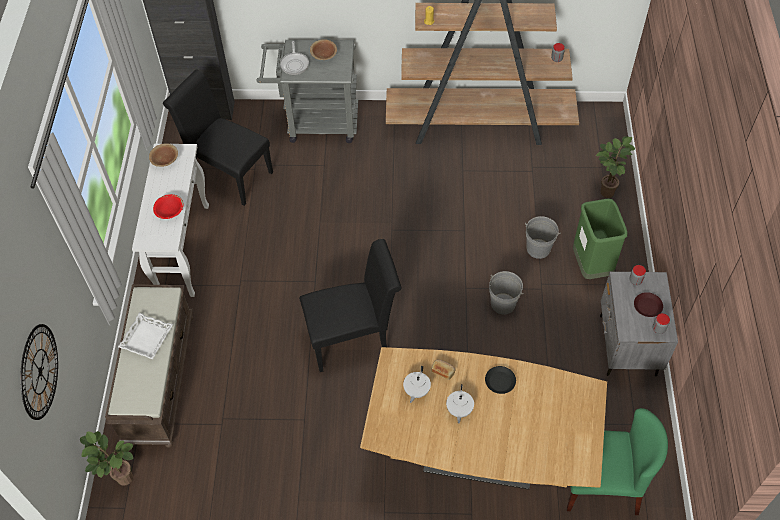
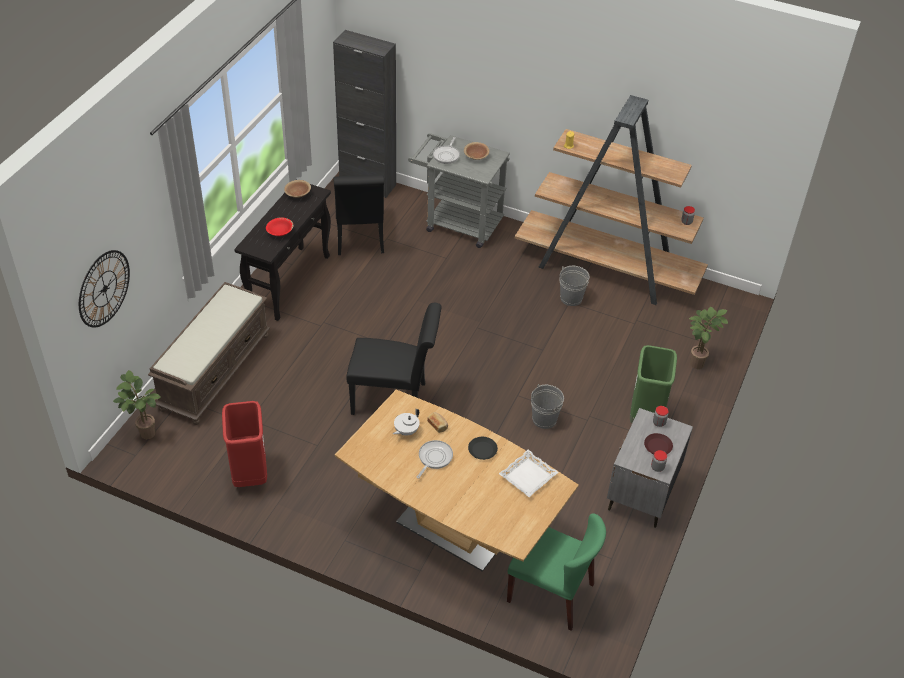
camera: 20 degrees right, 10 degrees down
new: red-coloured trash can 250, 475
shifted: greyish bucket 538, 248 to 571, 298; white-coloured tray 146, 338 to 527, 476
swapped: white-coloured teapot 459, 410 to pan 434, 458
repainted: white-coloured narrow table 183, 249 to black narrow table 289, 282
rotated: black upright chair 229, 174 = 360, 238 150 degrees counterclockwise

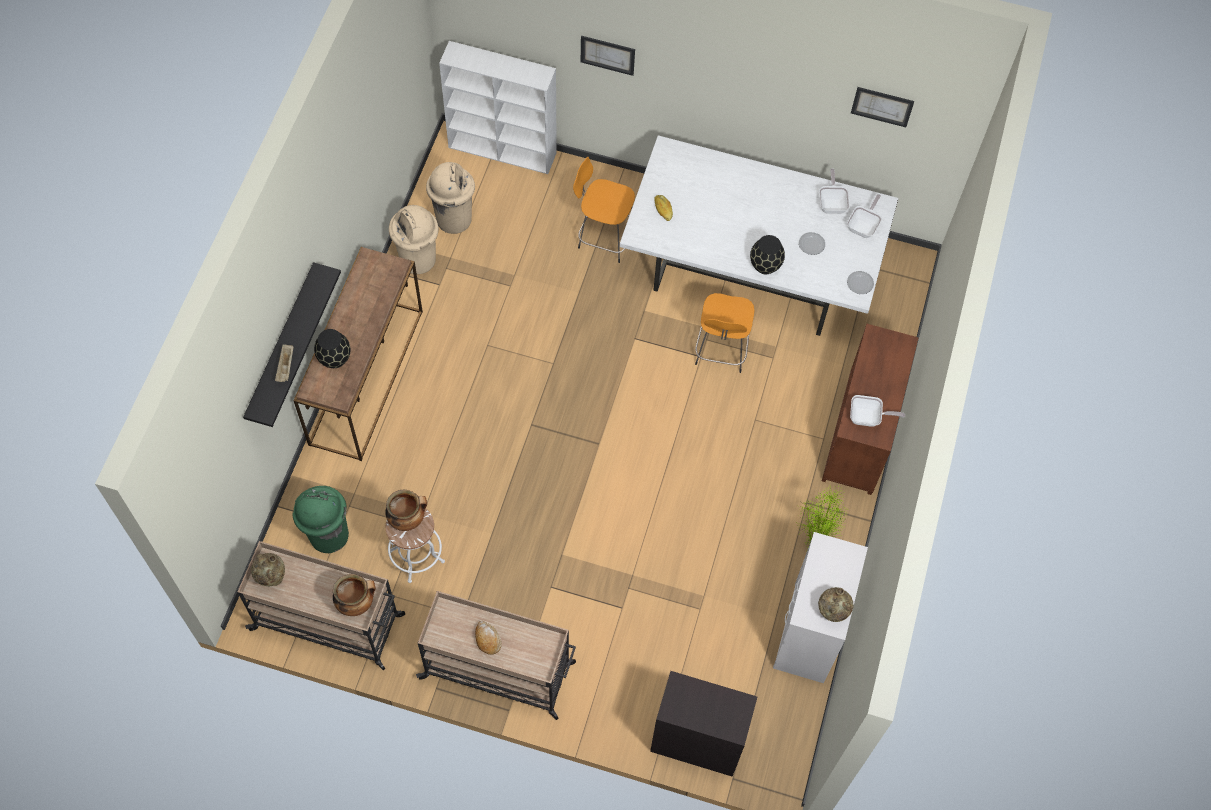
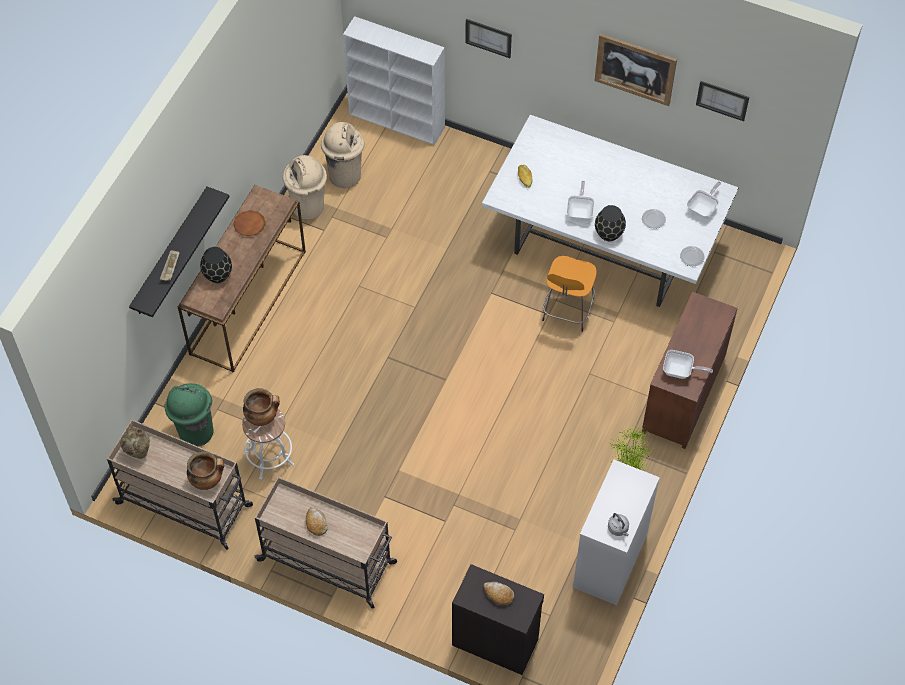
camera: 10 degrees right, 5 degrees down
gone: orangey stool 604, 237
new: wall picture 635, 69; brown-coloured plate 249, 225; bakery bread 498, 594
shifted: pan 832, 203 to 580, 211
swapped: beige flower vase 831, 613 to greyish kettle 618, 529

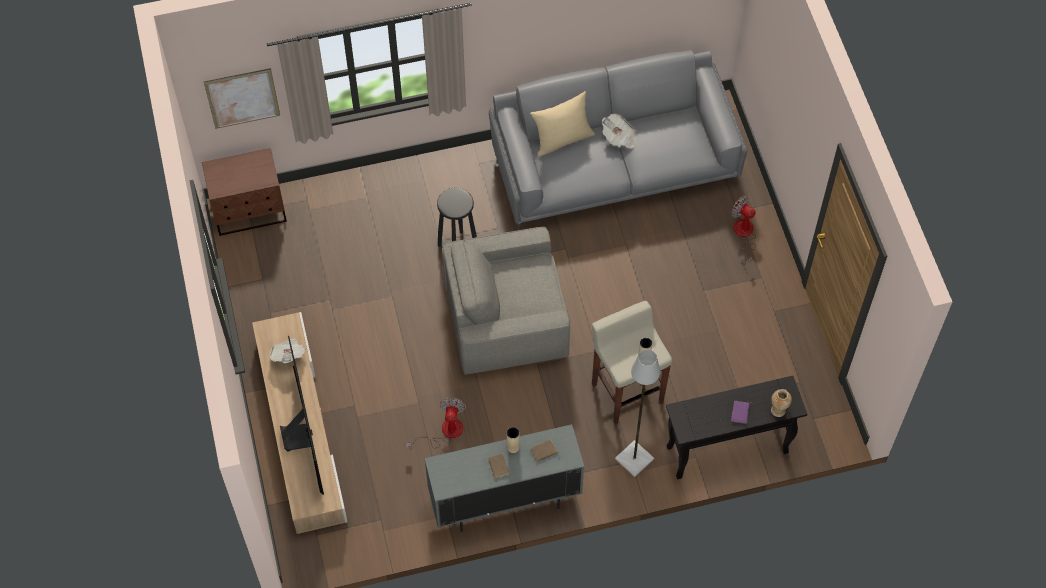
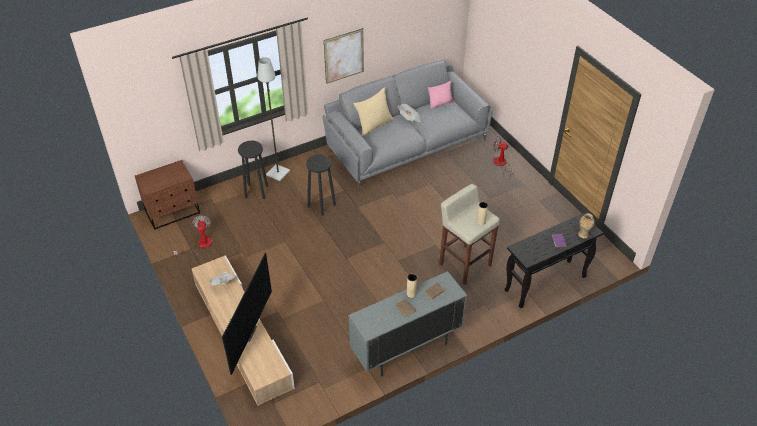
camera: 15 degrees left, 15 degrees down
gone: greyish armchair 506, 319
new: pinkish cushion 440, 103; black stool 256, 191
shifted: wall picture 242, 98 to 344, 56; greyish standard lamp 634, 458 to 278, 173; fan 445, 432 to 200, 245
rotated: television 302, 436 = 247, 332 45 degrees clockwise

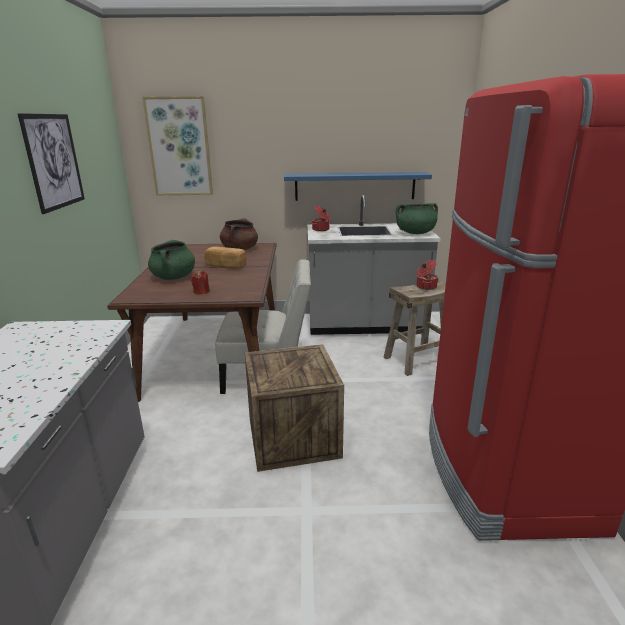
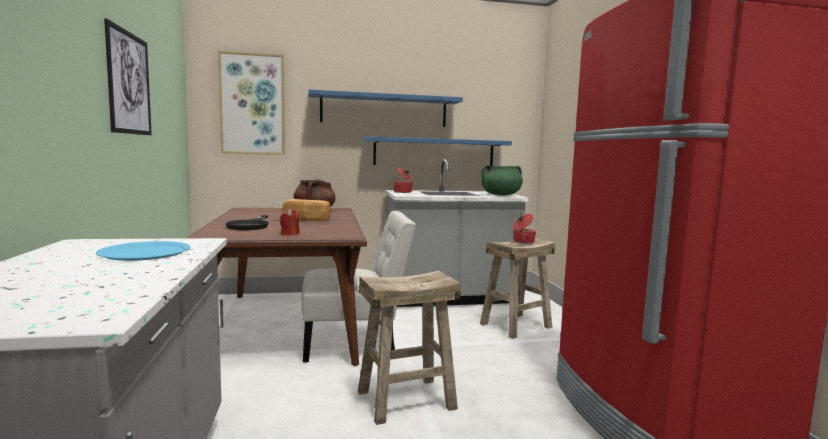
camera: 10 degrees left, 15 degrees down
new: blue shelf 384, 110; blue plate 145, 252
swapped: green-coloured stockpot 174, 277 to black pan 250, 225; packing crate 293, 437 to beige stool 406, 399

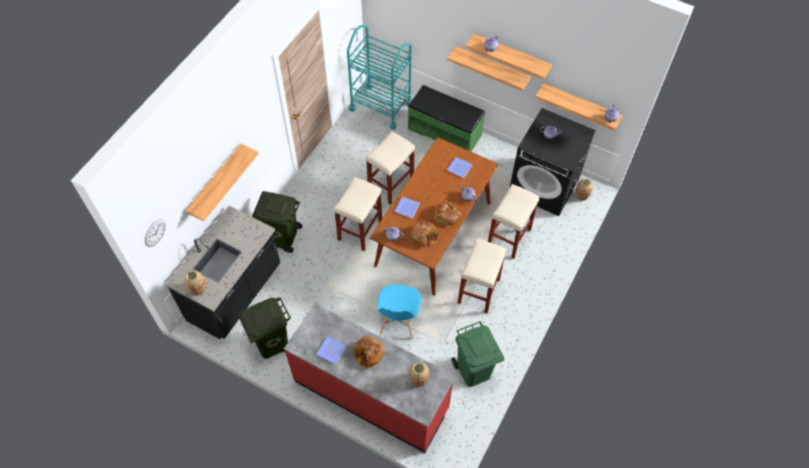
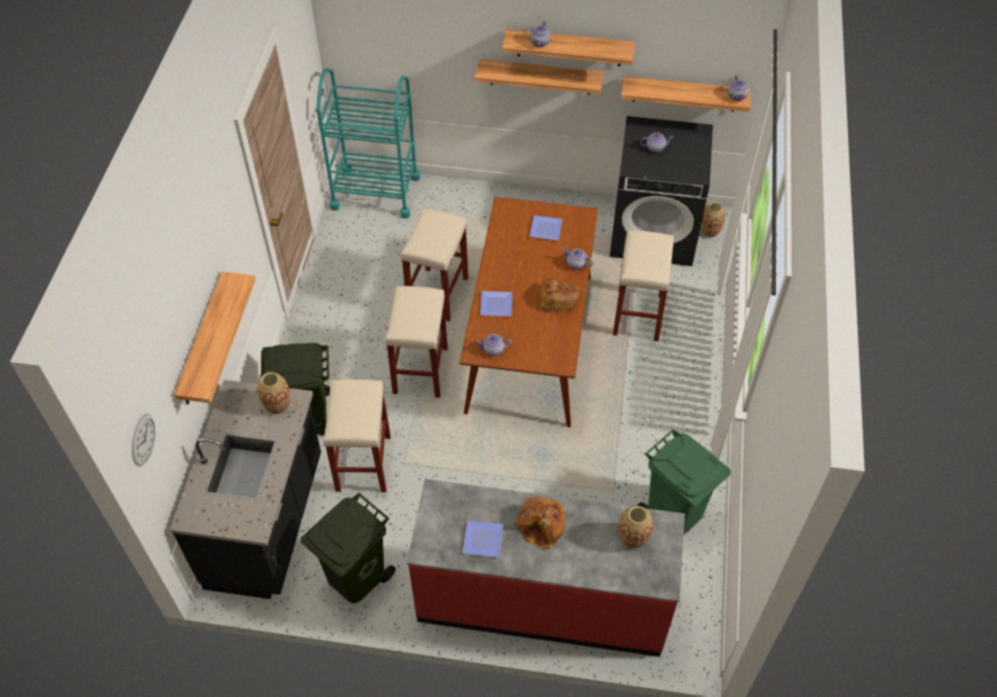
camera: 20 degrees left, 5 degrees down
gone: green-coloured long seat 445, 131; bakery bread 424, 236; blue upright chair 398, 322
shifted: beige stool 478, 292 to 364, 464; flower vase 198, 289 to 277, 405

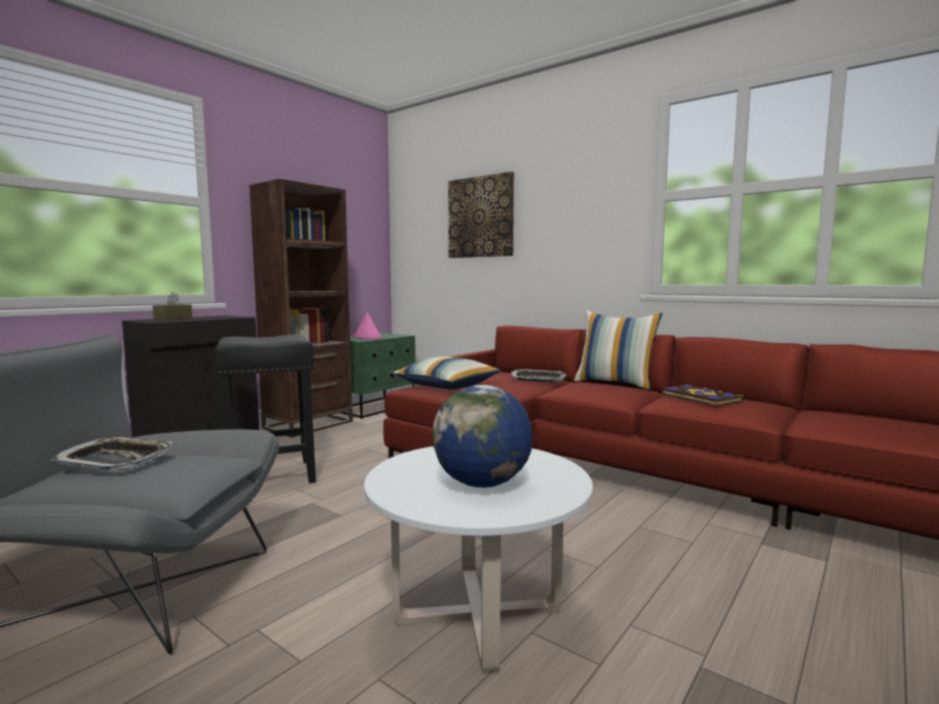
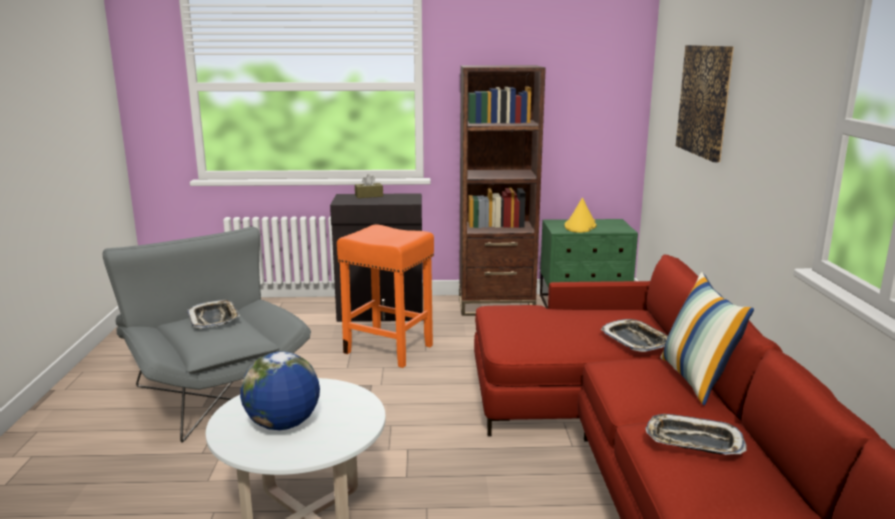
camera: 50 degrees right, 10 degrees up
gone: cushion 447, 386
swapped: book 699, 398 to tray 693, 442
repainted: pinkish hat 367, 337 to yellowish hat 580, 226; black stool 272, 476 to orangey stool 390, 349

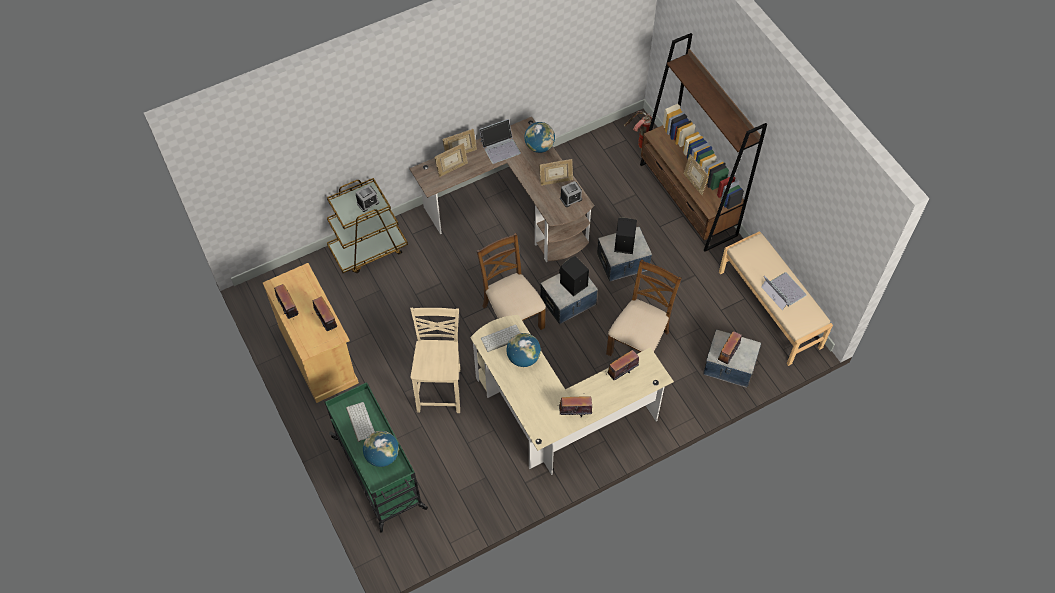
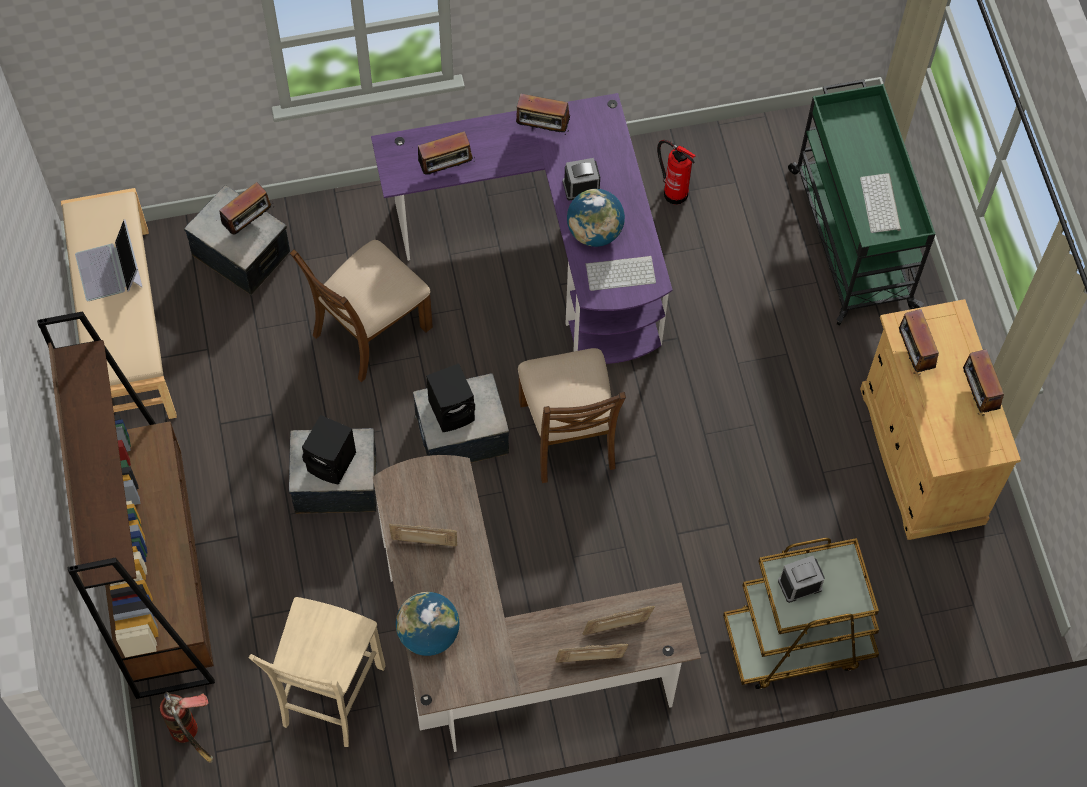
camera: 165 degrees left, 5 degrees up
gone: notebook computer 500, 147; picture frame 694, 183; desk globe 382, 456
new: extinguisher 674, 191
shifted: alarm clock 571, 199 to 581, 187; beige upright chair 441, 389 to 330, 697
repainted: beige desk 557, 416 to purple-coloured desk 548, 250

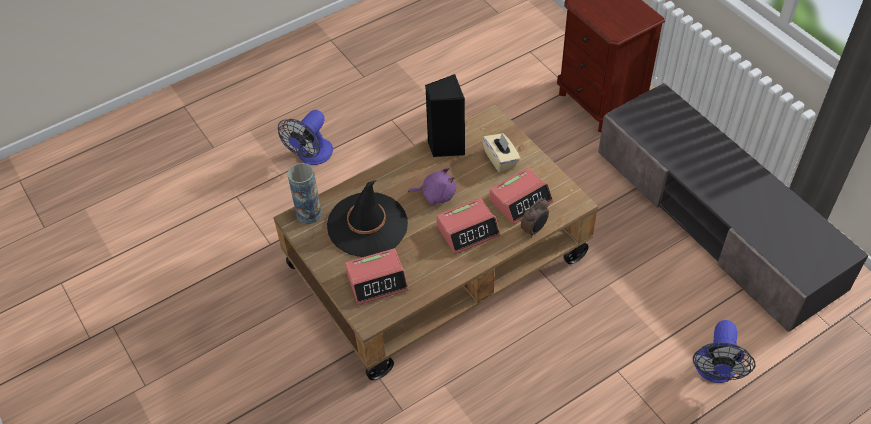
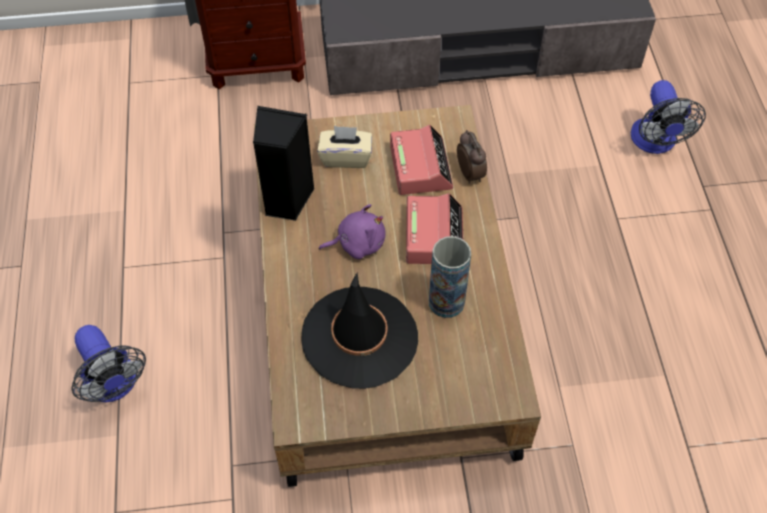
camera: 65 degrees left, 5 degrees up
gone: alarm clock 377, 281
shifted: flower vase 309, 214 to 446, 302
rotated: purple-coloured soft toy 436, 194 = 357, 243 45 degrees clockwise; fan 715, 371 = 655, 143 45 degrees clockwise

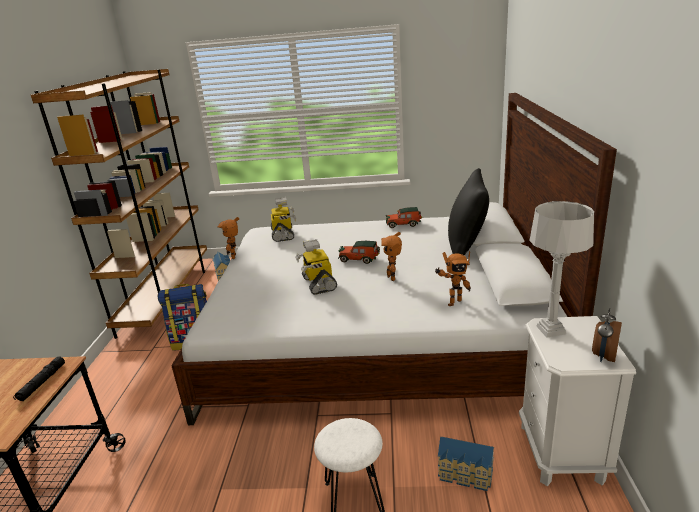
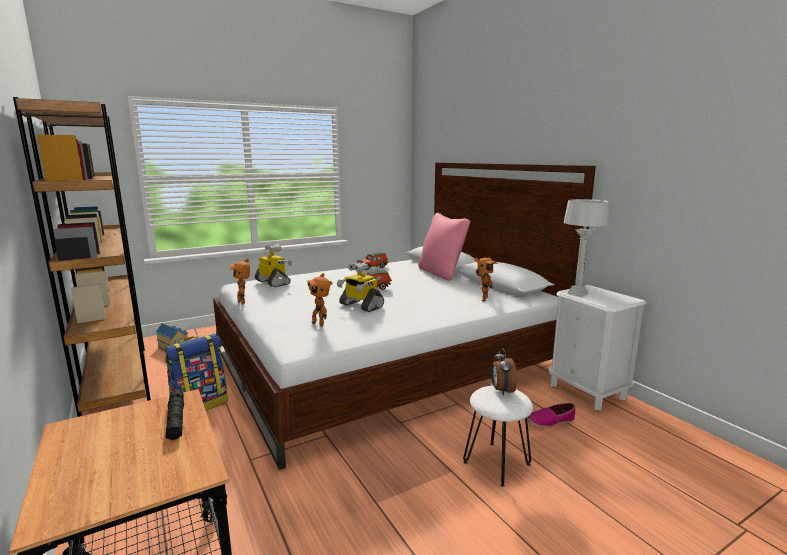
camera: 35 degrees left, 10 degrees down
shifted: toy robot 393, 277 to 319, 323; alarm clock 603, 356 to 501, 390
swapped: model house 465, 474 to item of footwear 550, 421
repainted: black cushion 466, 247 to pinkish cushion 441, 273

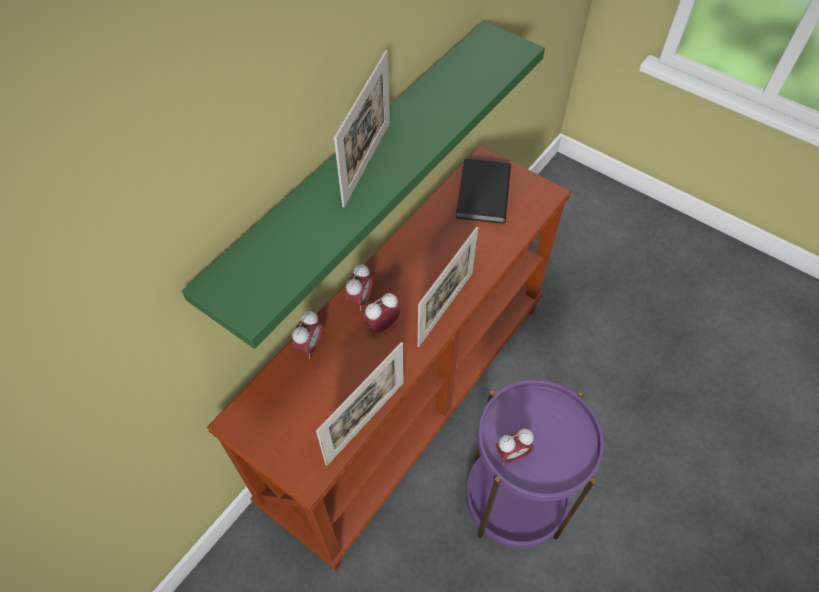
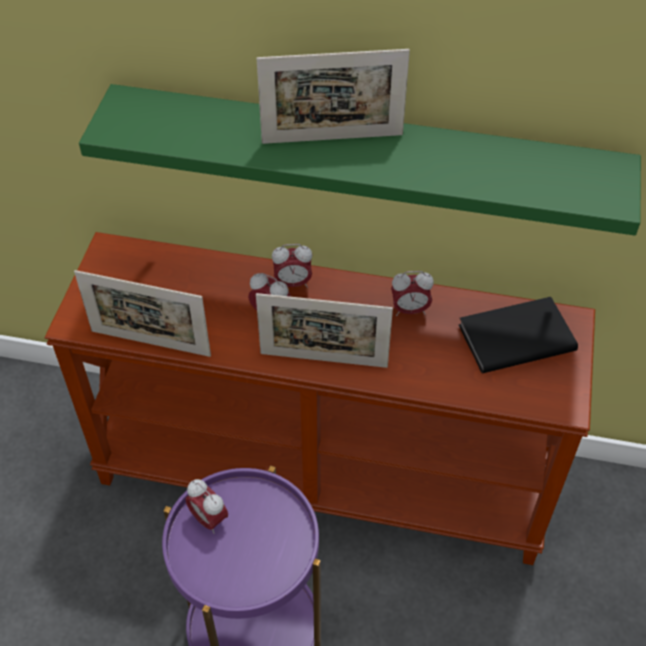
camera: 65 degrees right, 5 degrees down
shifted: alarm clock 310, 346 to 410, 310

